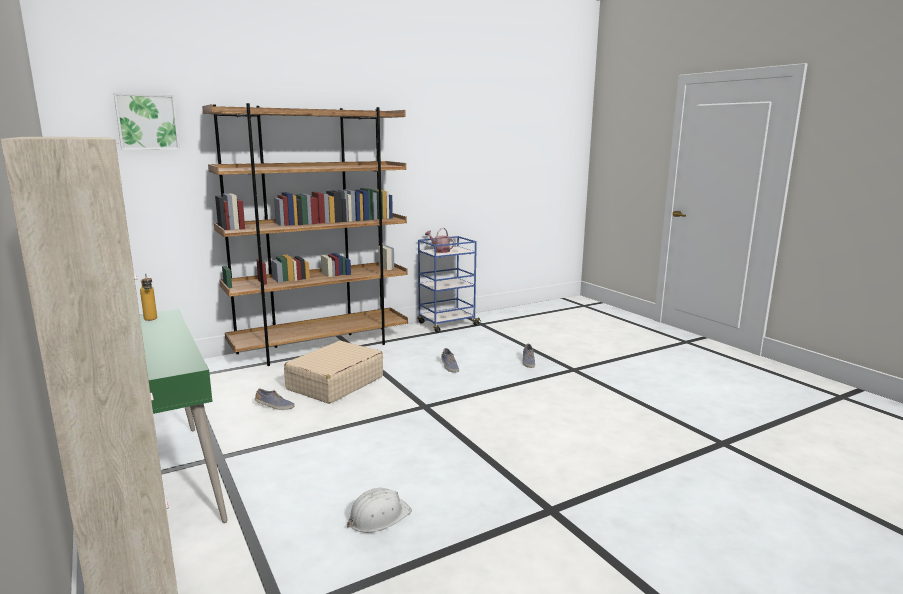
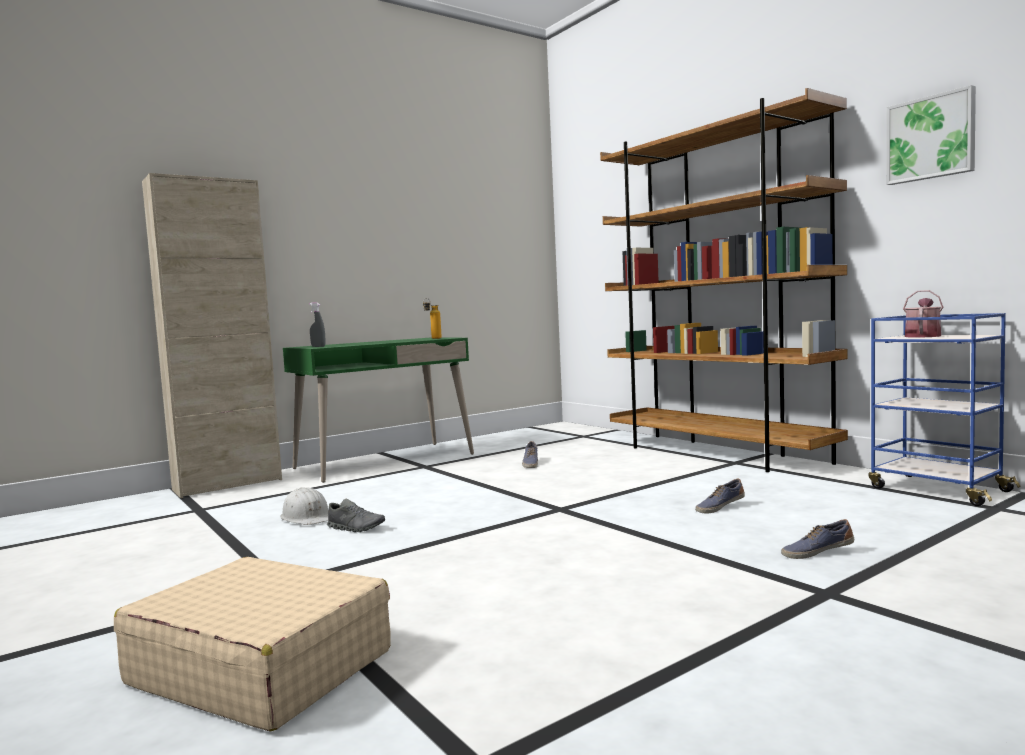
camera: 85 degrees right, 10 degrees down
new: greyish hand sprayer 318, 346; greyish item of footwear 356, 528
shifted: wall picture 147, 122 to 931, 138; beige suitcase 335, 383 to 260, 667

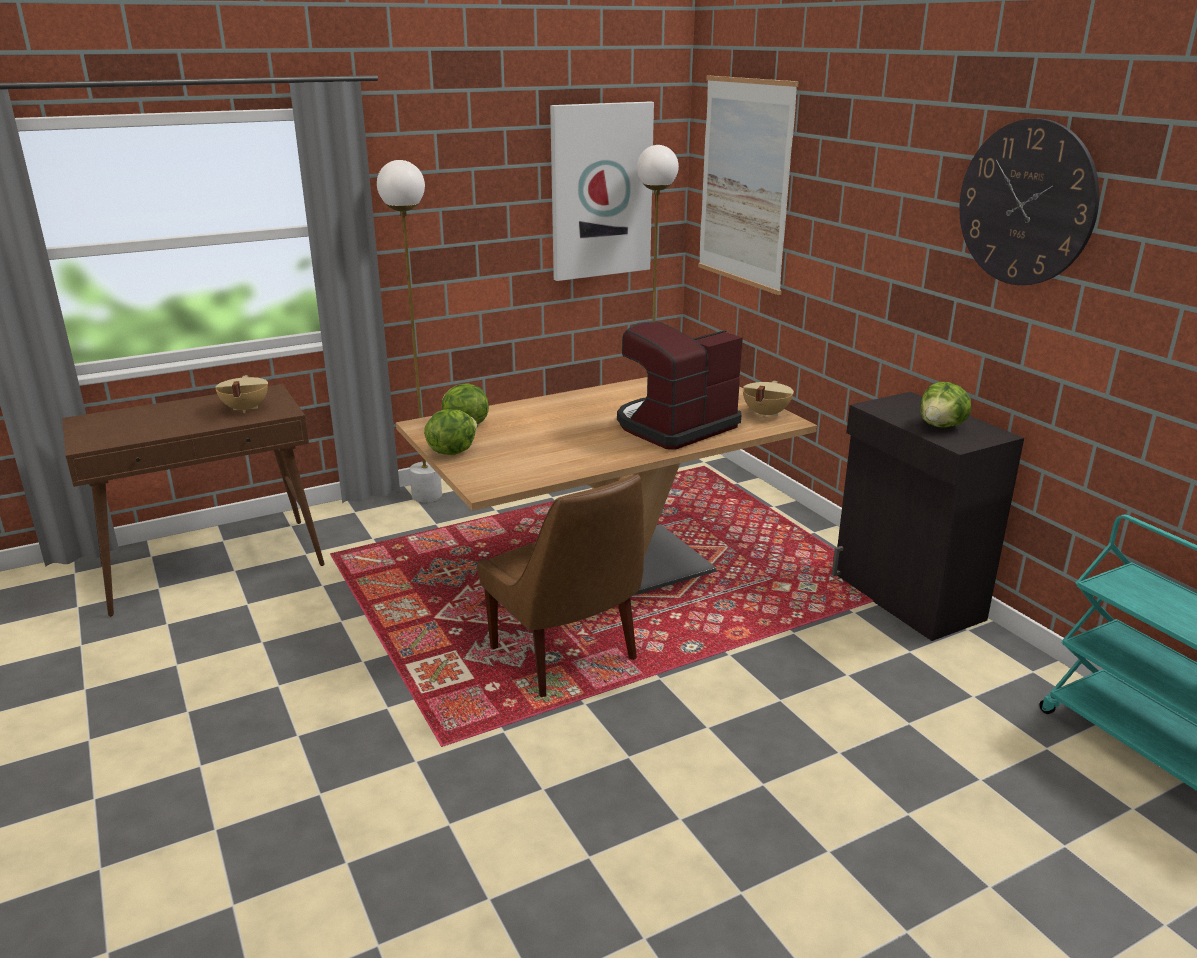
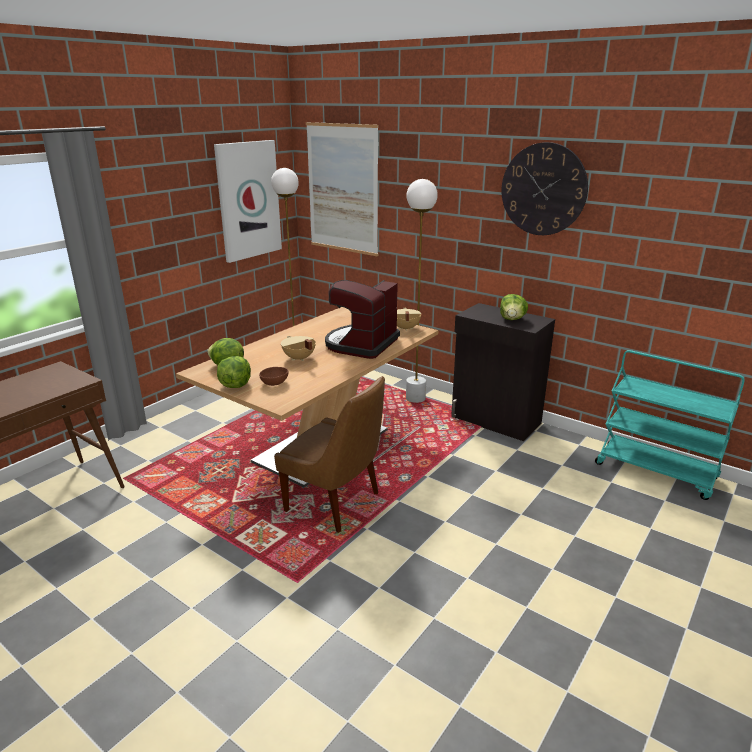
camera: 25 degrees left, 0 degrees up
new: brown-coloured deep dish 274, 383
shifted: white-coloured standard lamp 427, 496 to 415, 398; beige stockpot 244, 409 to 298, 358

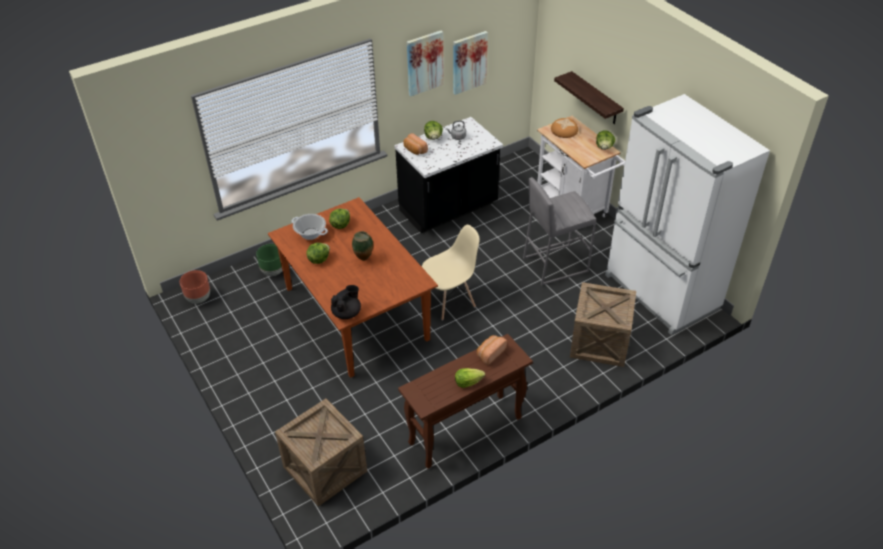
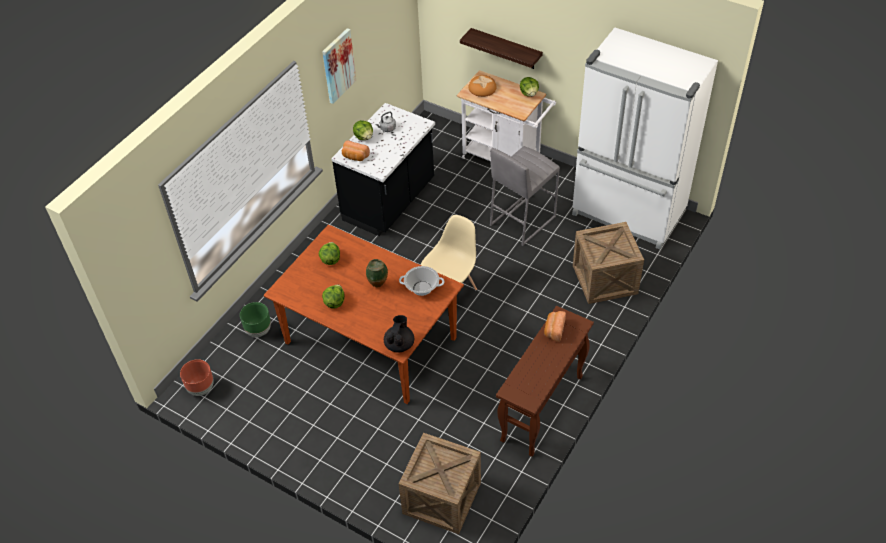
camera: 25 degrees left, 5 degrees up
gone: wall picture 469, 62; head of lettuce 468, 382
shifted: stockpot 310, 234 to 422, 288

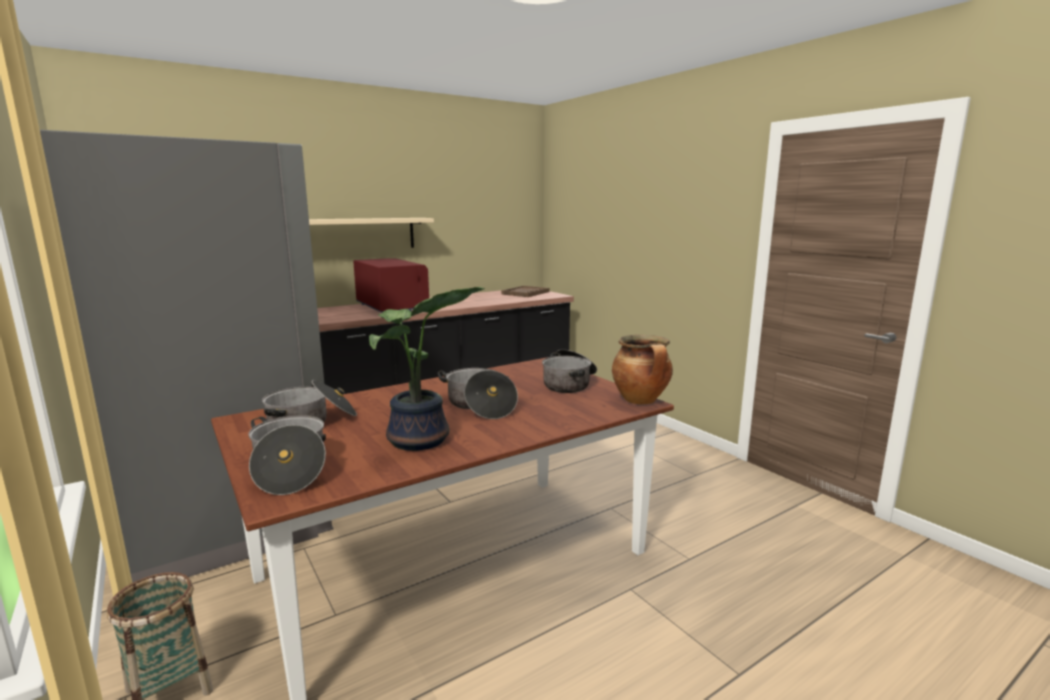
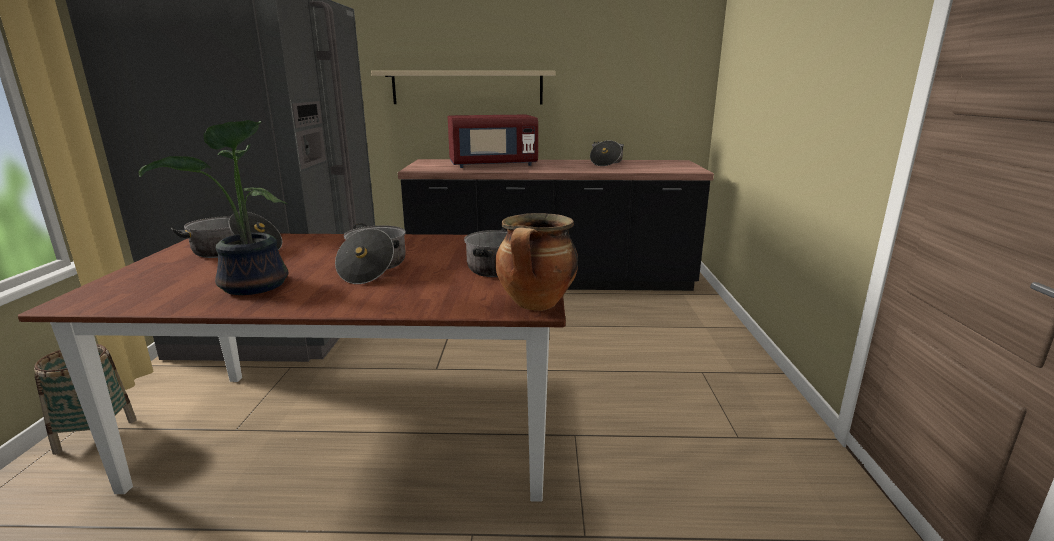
camera: 35 degrees right, 5 degrees up
gone: brown-coloured tray 525, 293
shifted: stockpot 290, 469 to 606, 163
rotated: red-coloured kitchen microwave 390, 308 = 492, 165 75 degrees clockwise

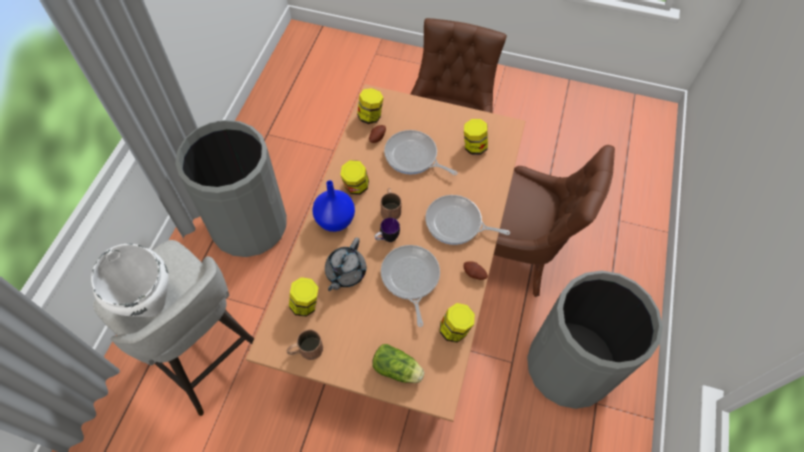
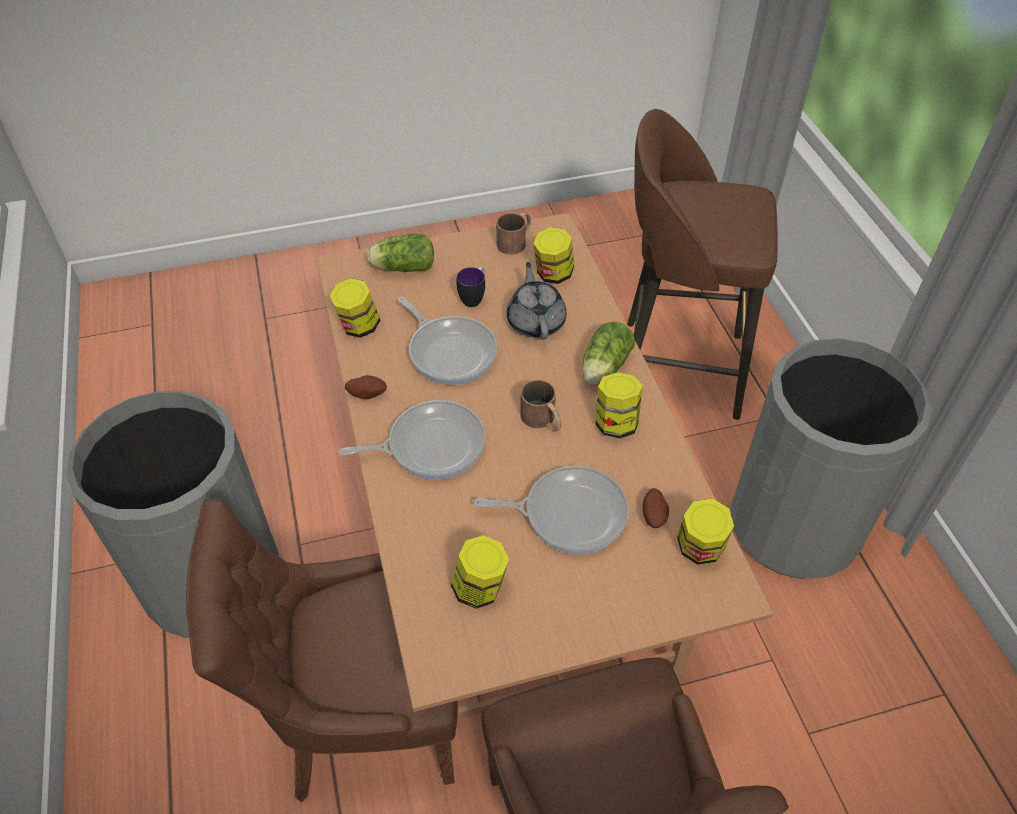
camera: 150 degrees right, 10 degrees down
gone: white-coloured stockpot 152, 304
shifted: tea mug 386, 238 to 474, 298
swapped: blue flower vase 334, 220 to head of lettuce 603, 368
repainted: greyish stool 209, 357 to brown-coloured stool 675, 368

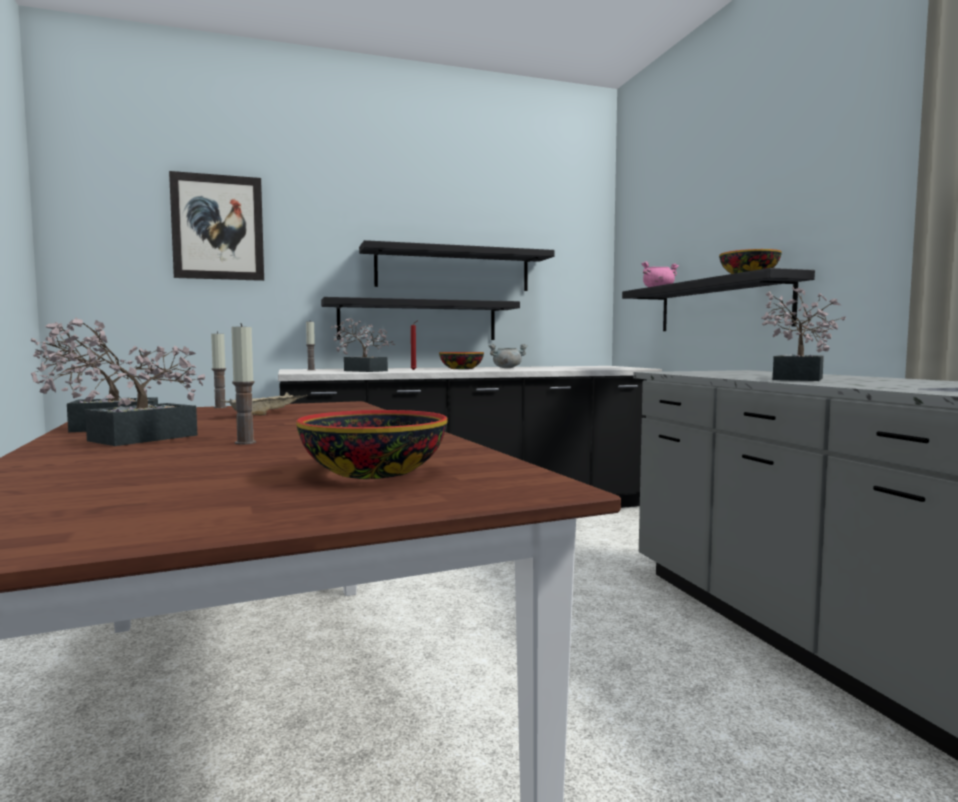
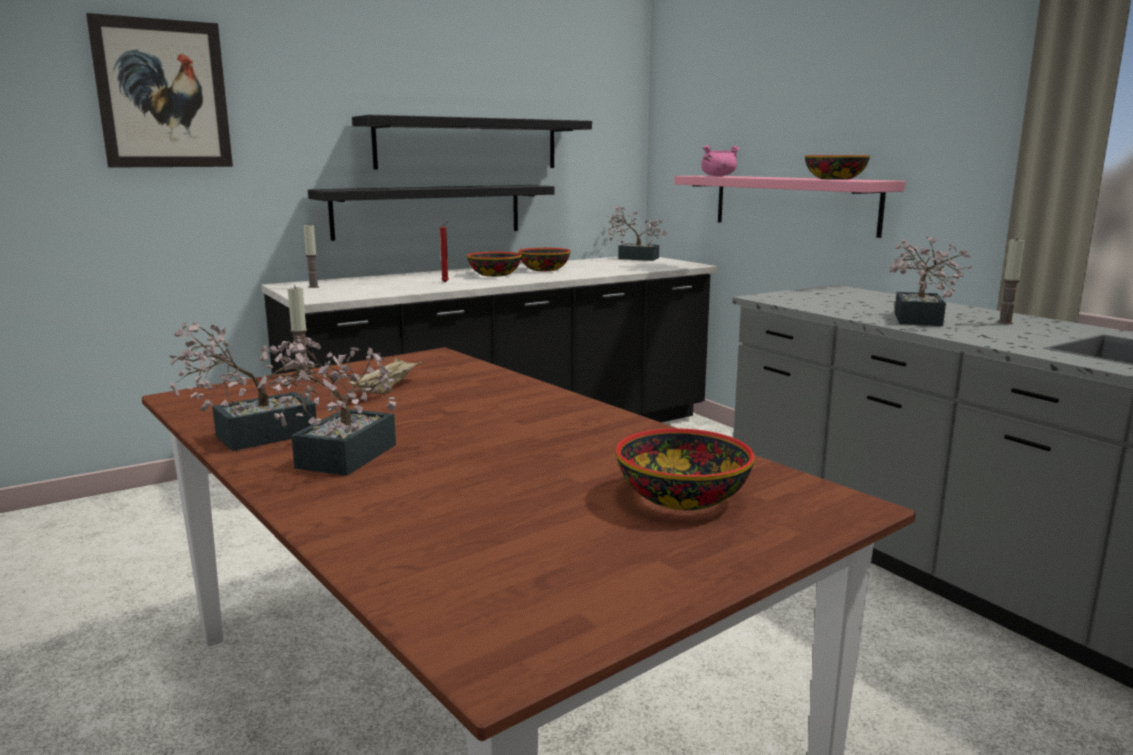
camera: 15 degrees left, 10 degrees up
shifted: plant in a pot 362, 370 to 634, 258; wax candle 245, 442 to 1005, 323
swapped: greyish stockpot 507, 368 to deep dish 544, 269
repainted: black shelf 721, 306 to pinkish shelf 793, 203

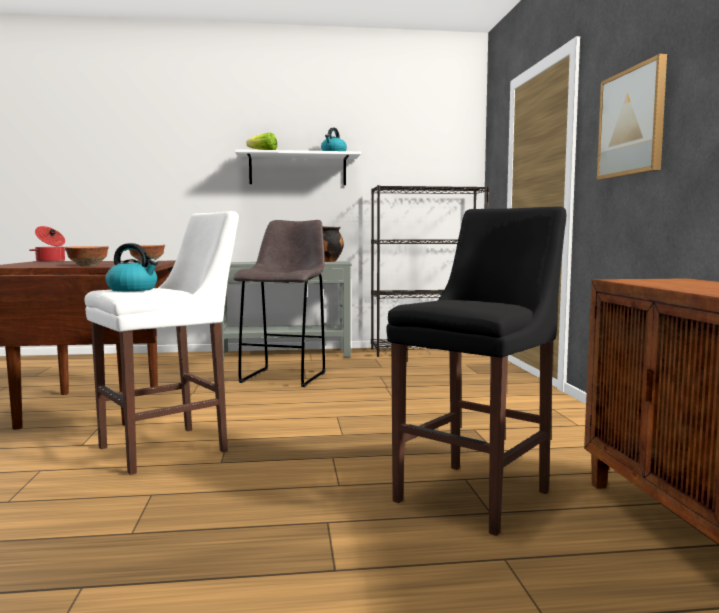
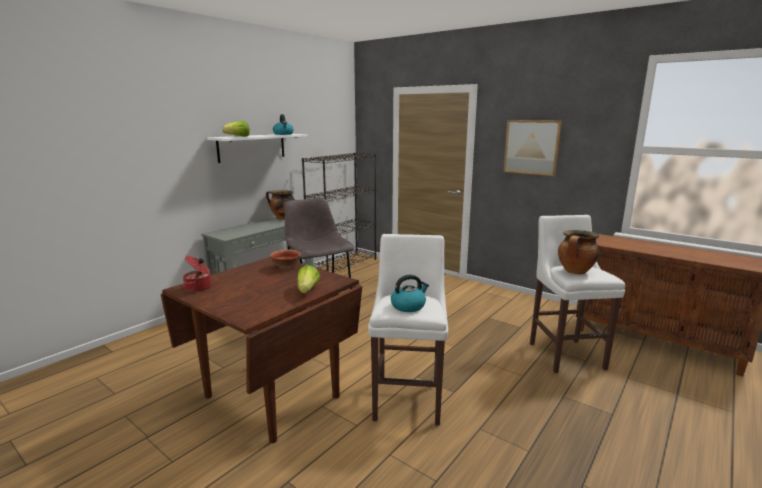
camera: 45 degrees left, 10 degrees up
new: stockpot 575, 272
swapped: deep dish 88, 266 to head of lettuce 307, 290
repainted: black stool 477, 494 to white-coloured stool 565, 353

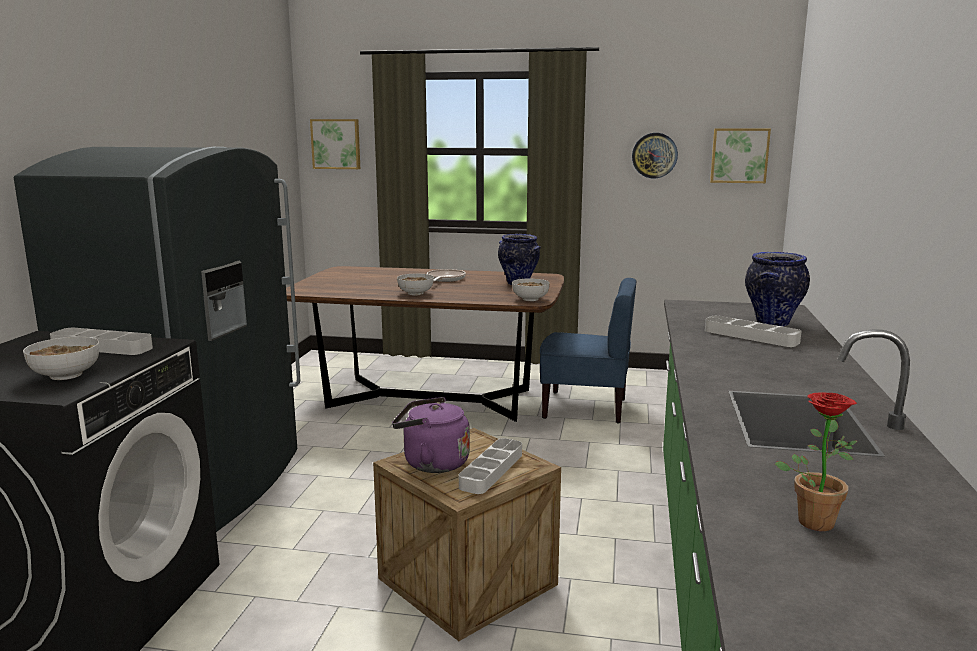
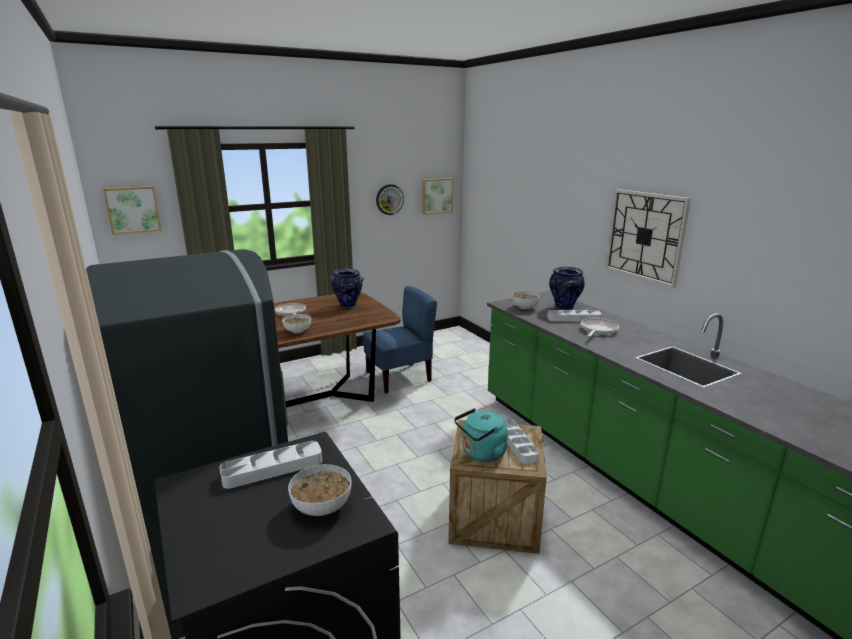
camera: 40 degrees left, 5 degrees up
gone: plant in a pot 814, 518
new: clock on the wall 645, 236; pan 598, 330
shifted: deep dish 530, 299 to 524, 307
repainted: purple-coloured kettle 431, 463 to blue-green kettle 481, 454

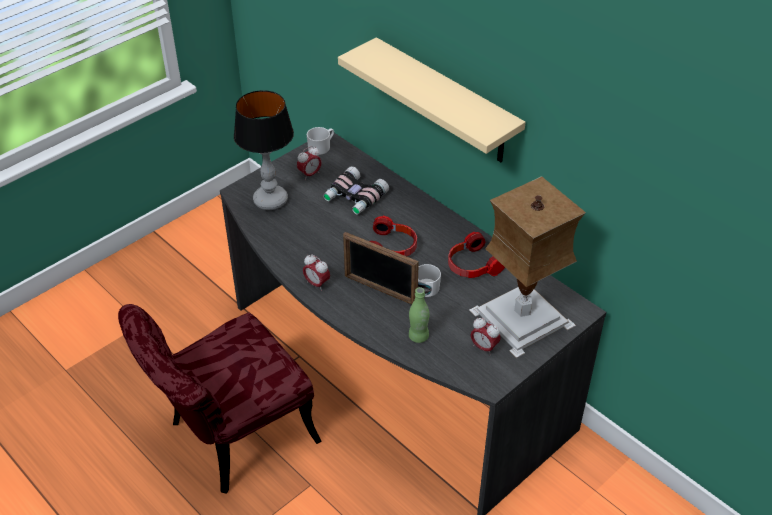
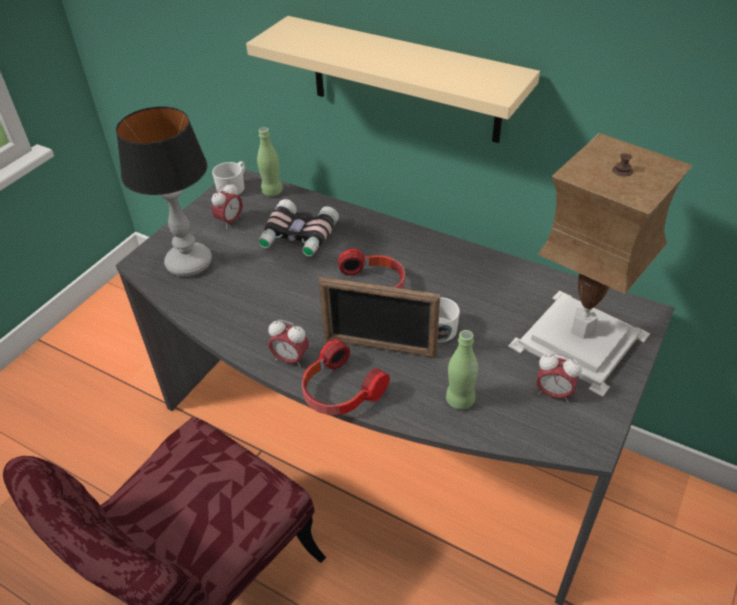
camera: 15 degrees left, 0 degrees up
new: green-coloured bottle 272, 191
shifted: pair of headphones 472, 266 to 339, 392

